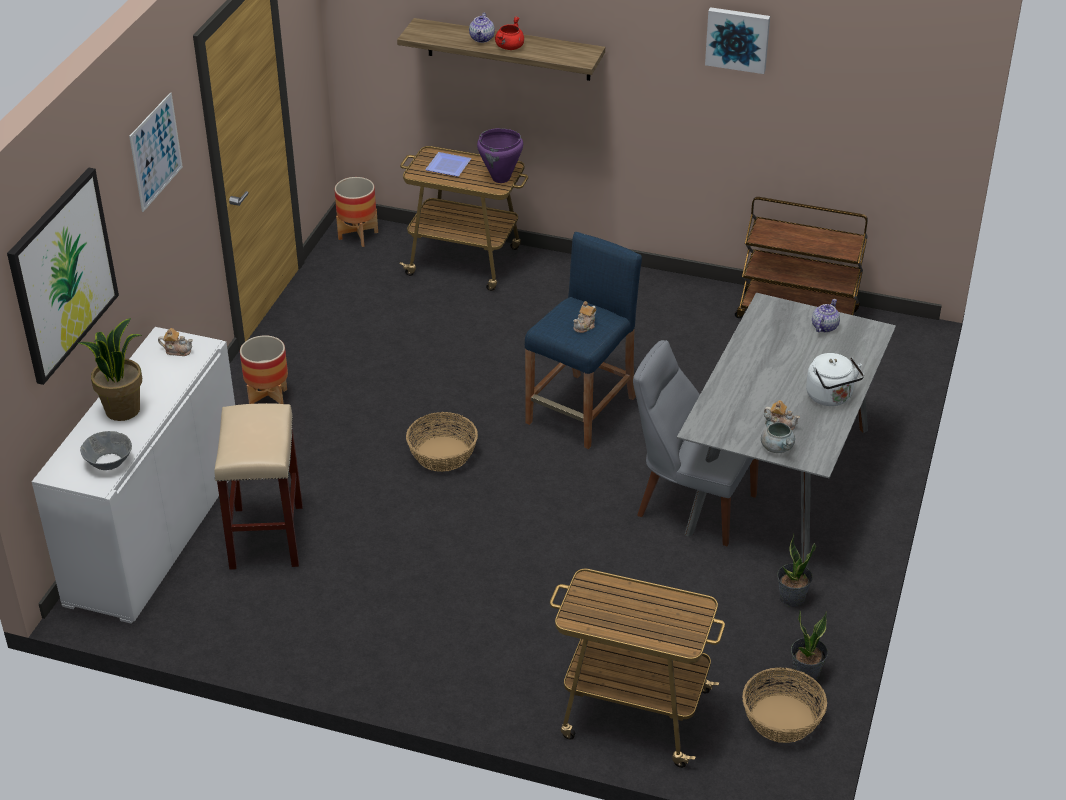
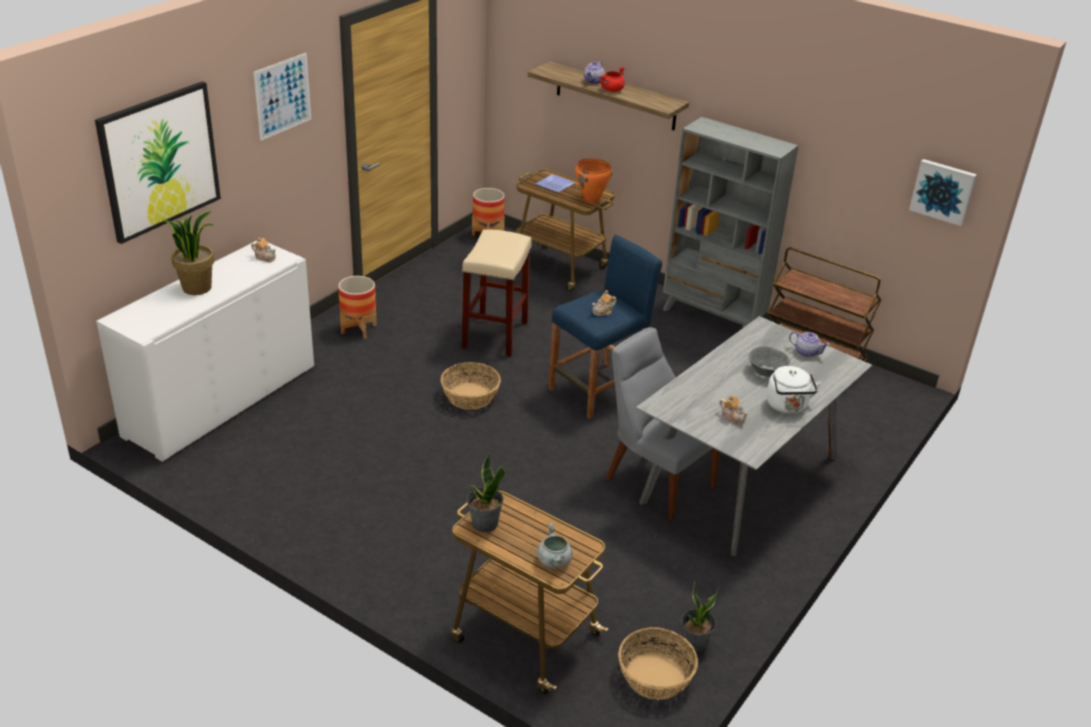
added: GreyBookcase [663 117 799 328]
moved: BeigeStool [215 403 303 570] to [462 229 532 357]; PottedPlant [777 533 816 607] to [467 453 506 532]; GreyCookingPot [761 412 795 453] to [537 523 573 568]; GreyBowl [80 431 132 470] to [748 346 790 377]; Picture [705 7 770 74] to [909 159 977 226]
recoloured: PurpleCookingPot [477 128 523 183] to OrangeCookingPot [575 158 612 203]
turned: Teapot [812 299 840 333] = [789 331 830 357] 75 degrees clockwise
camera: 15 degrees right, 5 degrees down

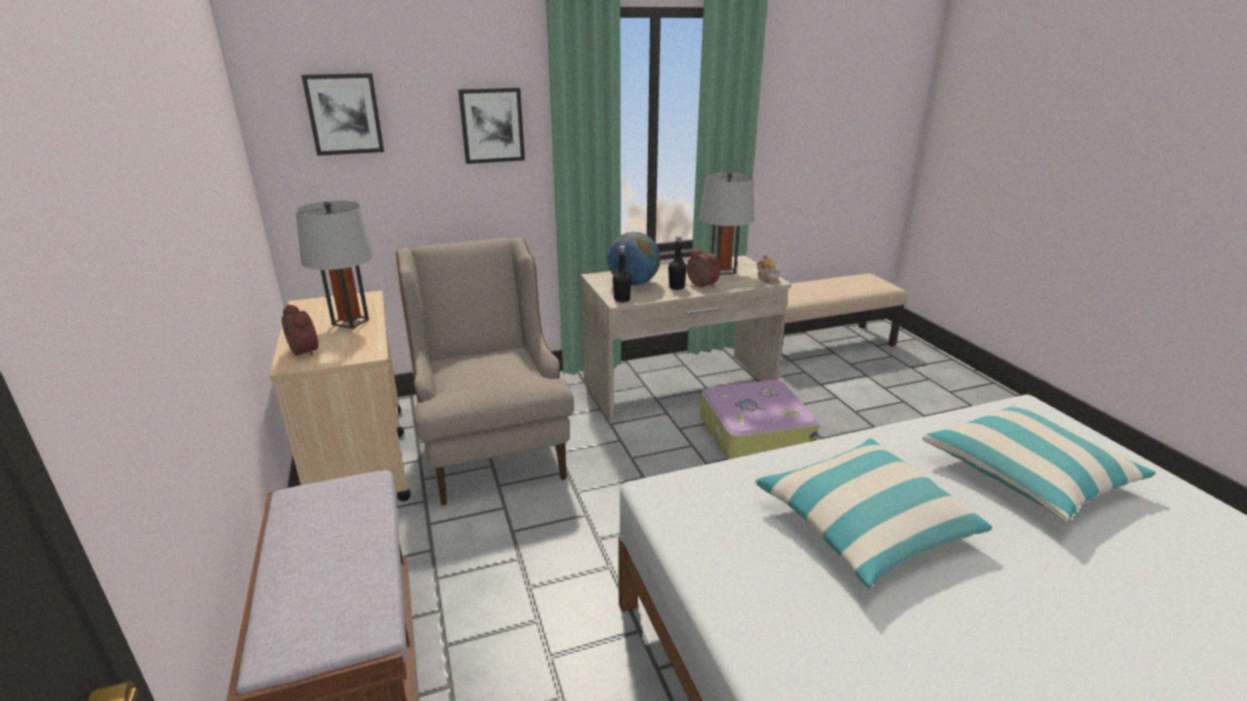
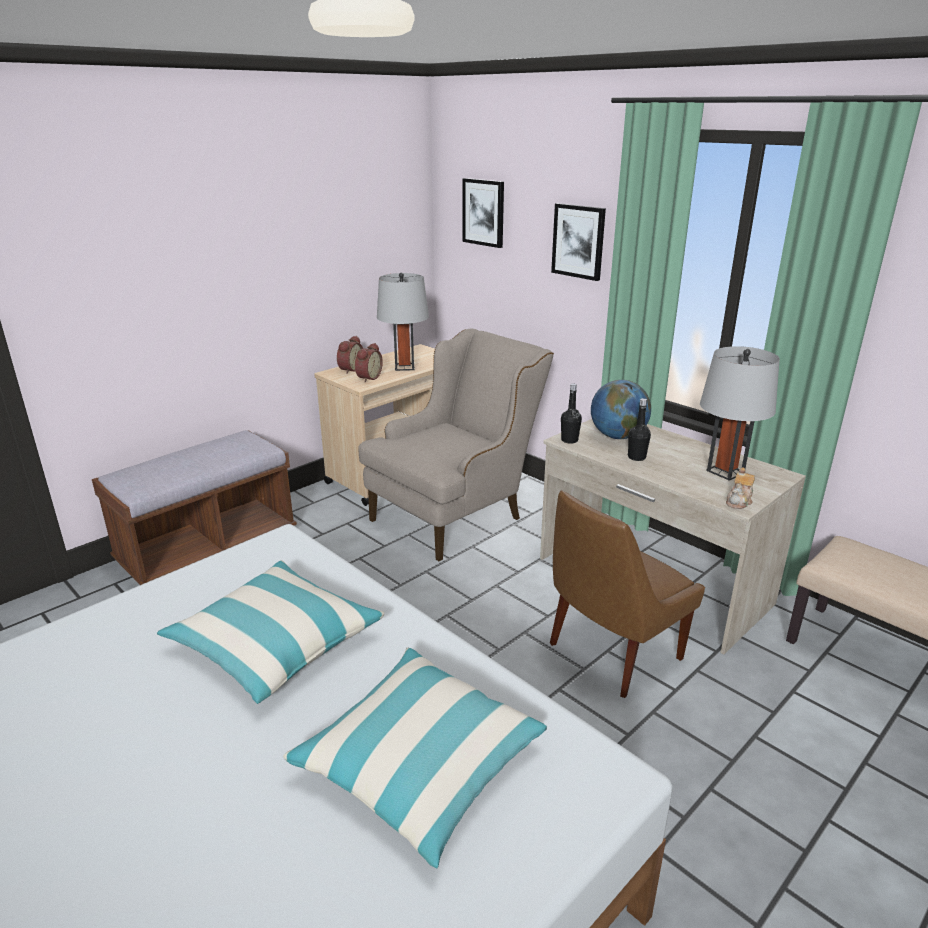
moved: AlarmClock [687 248 720 288] to [355 343 383 382]
replaced: Suitcase [700 380 819 460] to BrownChair [550 490 705 698]
camera: 65 degrees right, 0 degrees up

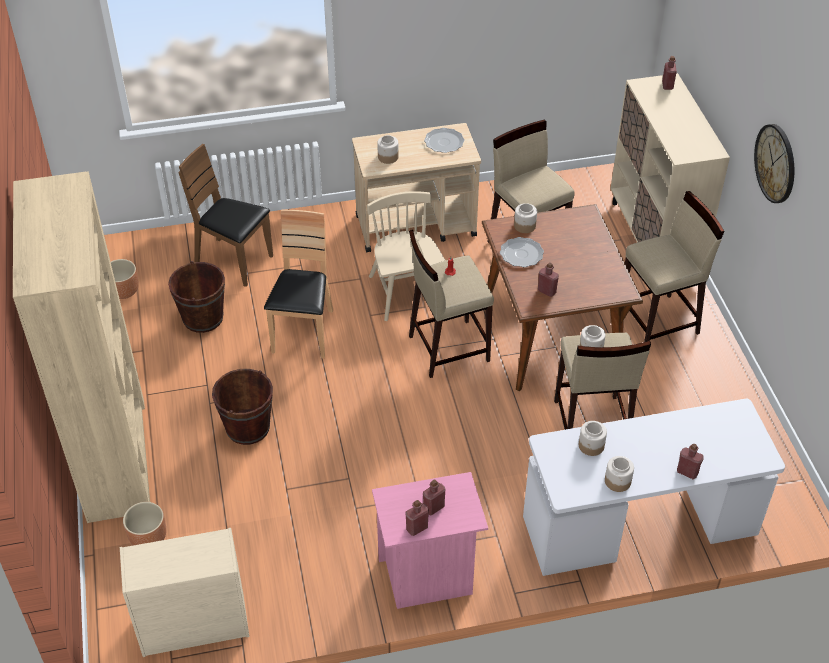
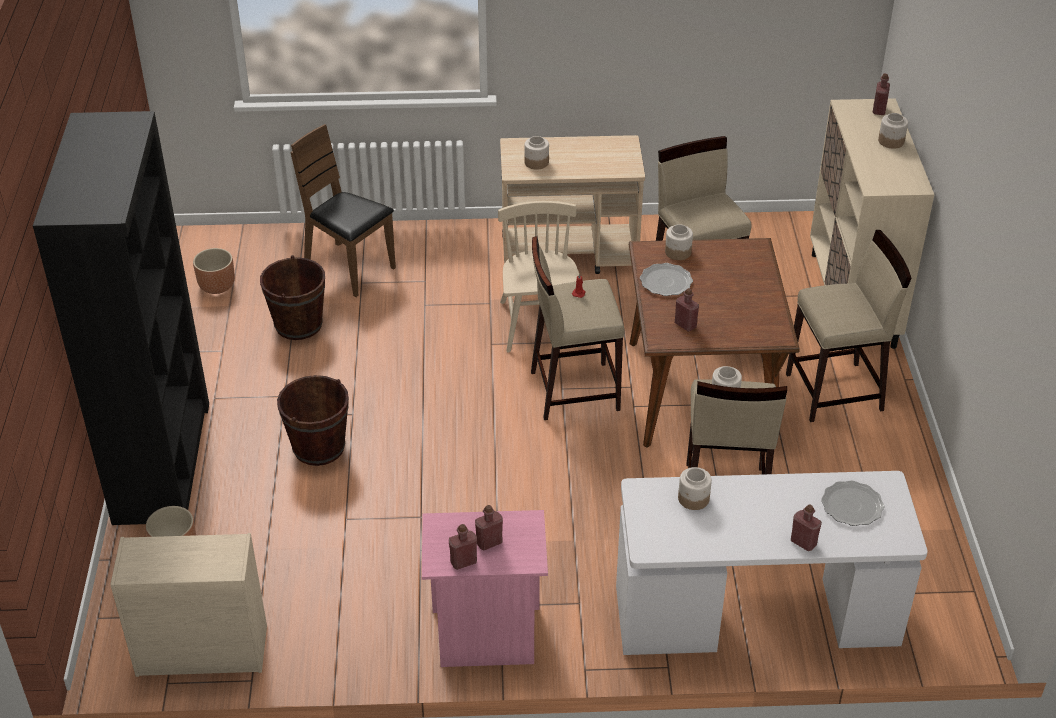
removed: BrownChair [264 210 333 358]; WallClock [754 124 794 203]
moved: Plate [424 128 465 153] to [821 480 884 526]; Jar [605 456 634 492] to [878 113 908 149]
recoloured: BeigeBookcase [13 171 150 523] to BlackBookcase [33 111 209 525]
camera: 10 degrees right, 5 degrees down

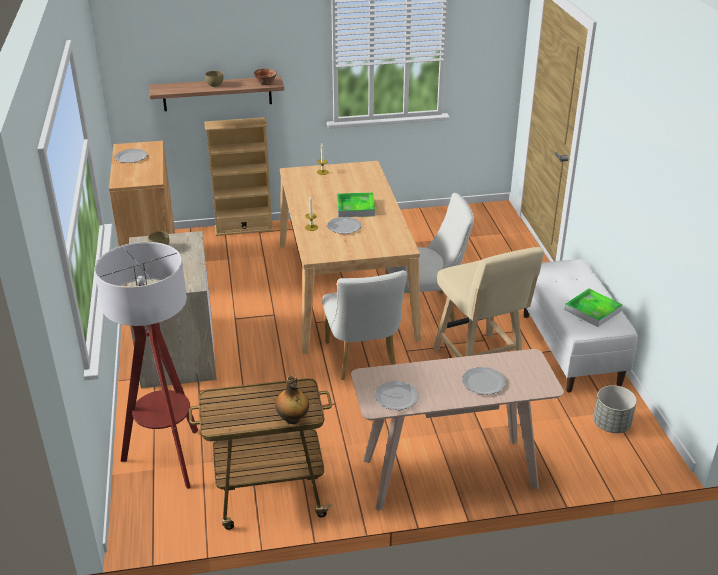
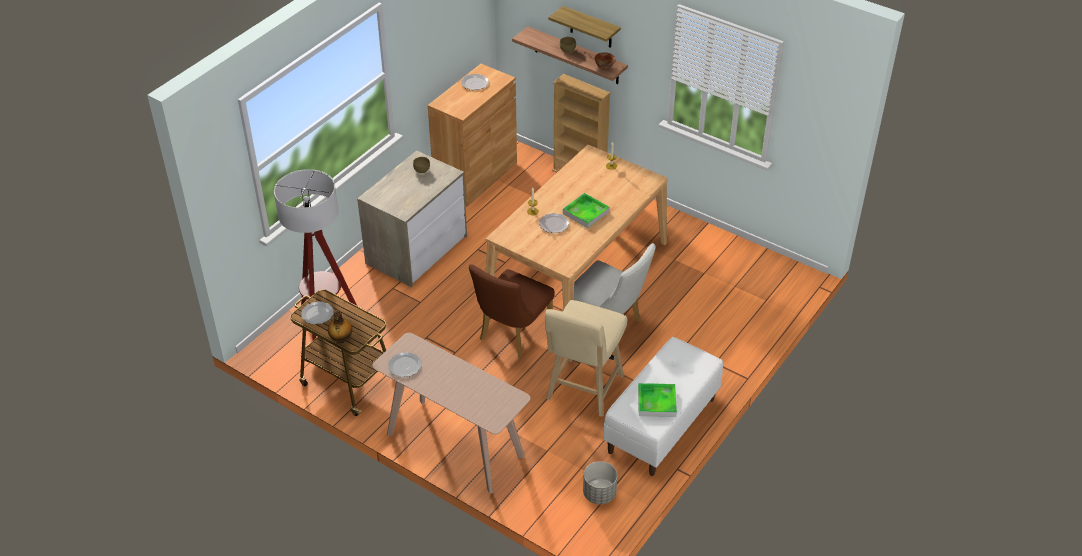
added: Shelf [548 6 621 48]
moved: Plate [462 367 505 395] to [301 301 334 325]
recoloured: WhiteChair [322 270 407 380] to BrownChair [469 264 555 358]
camera: 45 degrees right, 10 degrees up

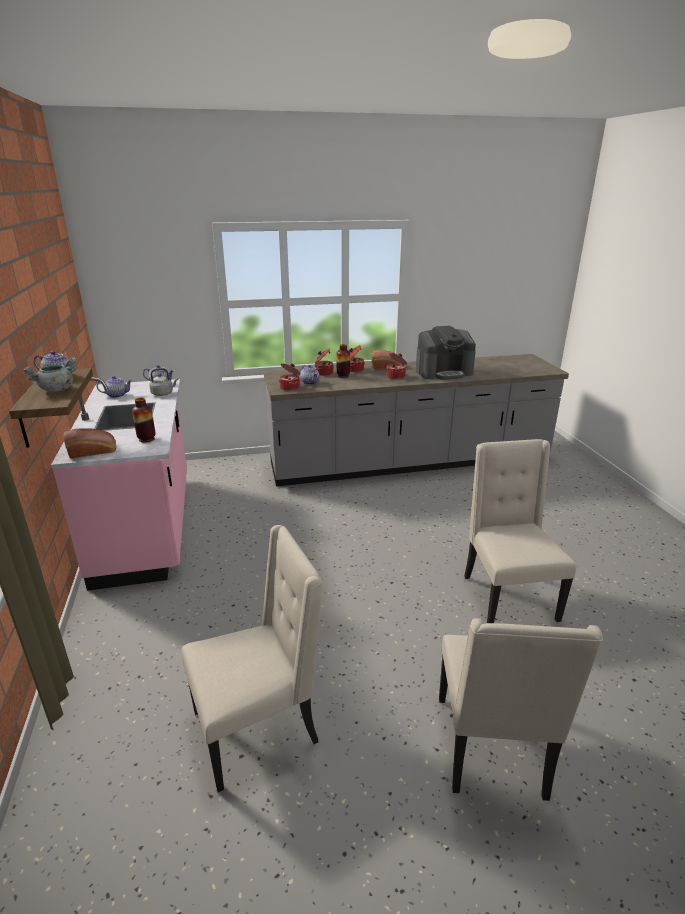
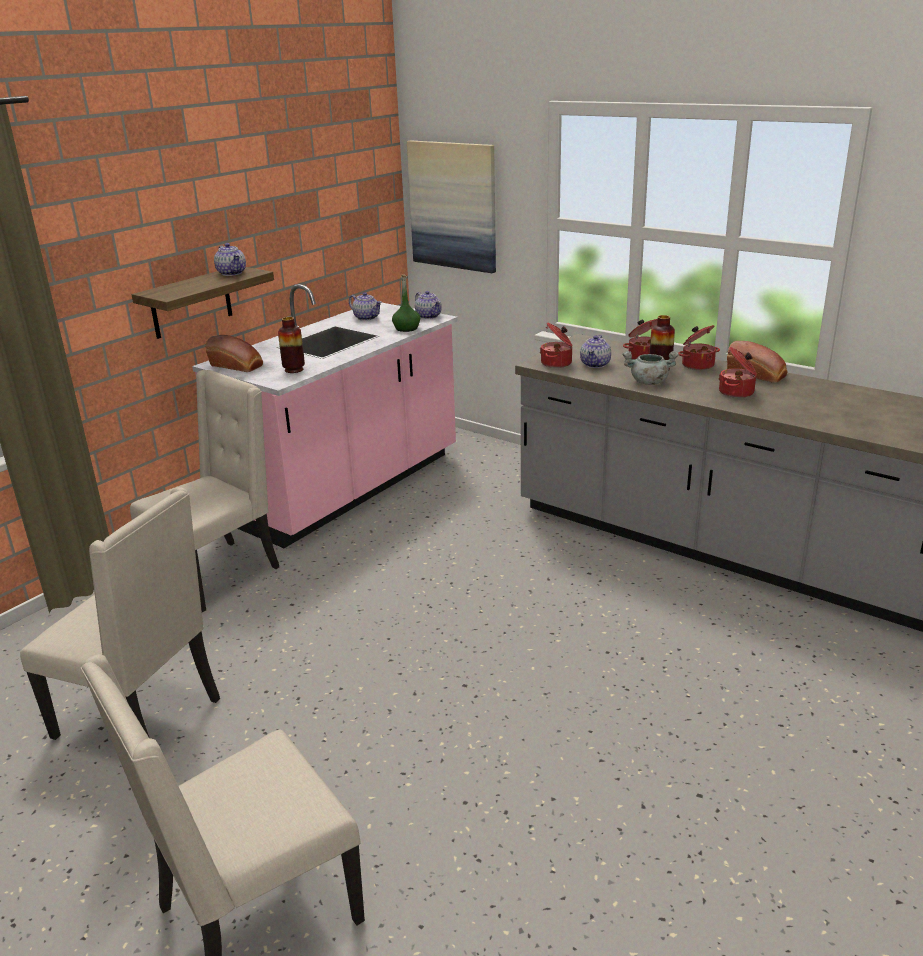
removed: CoffeeMachine [416 326 476 380]
added: Picture [407 141 496 273]
moved: BeigeChair [464 439 576 623] to [130 370 279 612]; GreyCookingPot [24 359 76 392] to [622 351 679 385]
replaced: GreyKettle [149 368 178 396] to GreenBottle [392 274 420 332]
camera: 50 degrees right, 0 degrees up

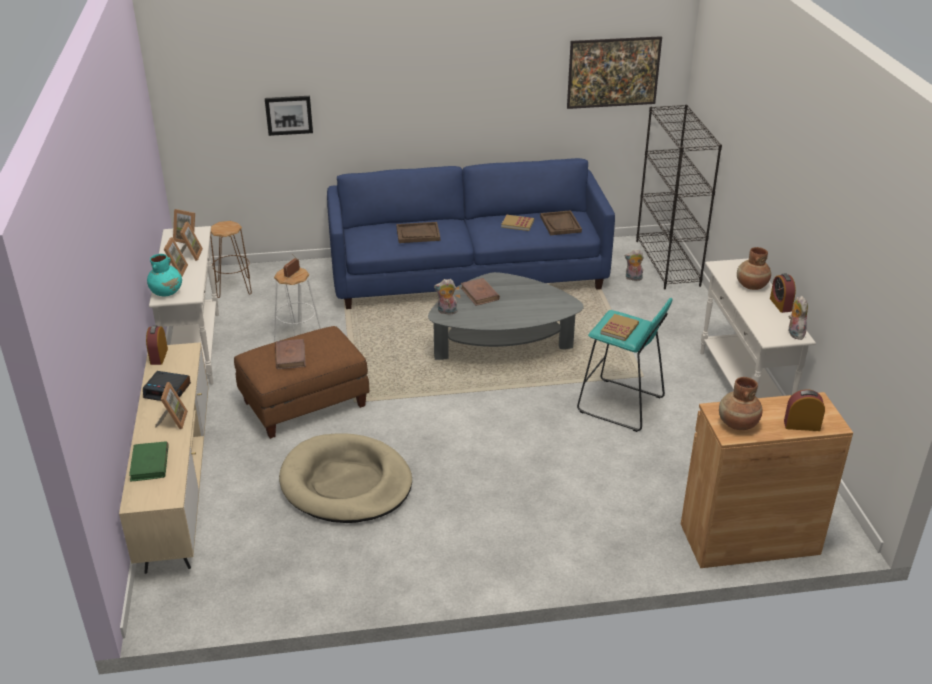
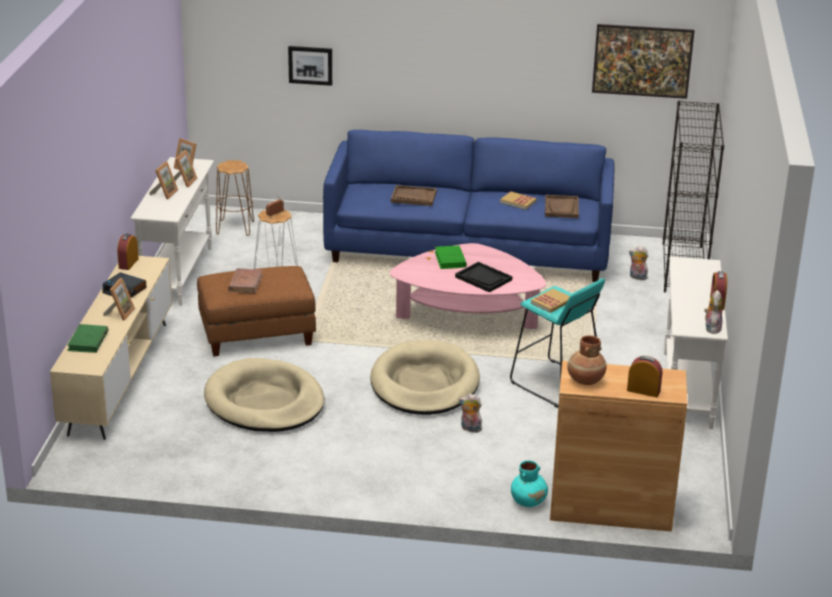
removed: BrownVase [737 247 771 290]
added: BeigeDogBed [370 340 480 415]; BlackTray [455 262 513 293]
moved: PlushToy [434 279 458 314] to [459 394 482 433]; TurquoiseVase [147 254 182 297] to [511 461 548 507]
recoloured: GreyCoffeeTable [428 272 584 360] to PinkCoffeeTable [390 243 546 329]; BrownBook [461 278 500 306] to GreenBook [435 246 467 269]
camera: 15 degrees right, 5 degrees down

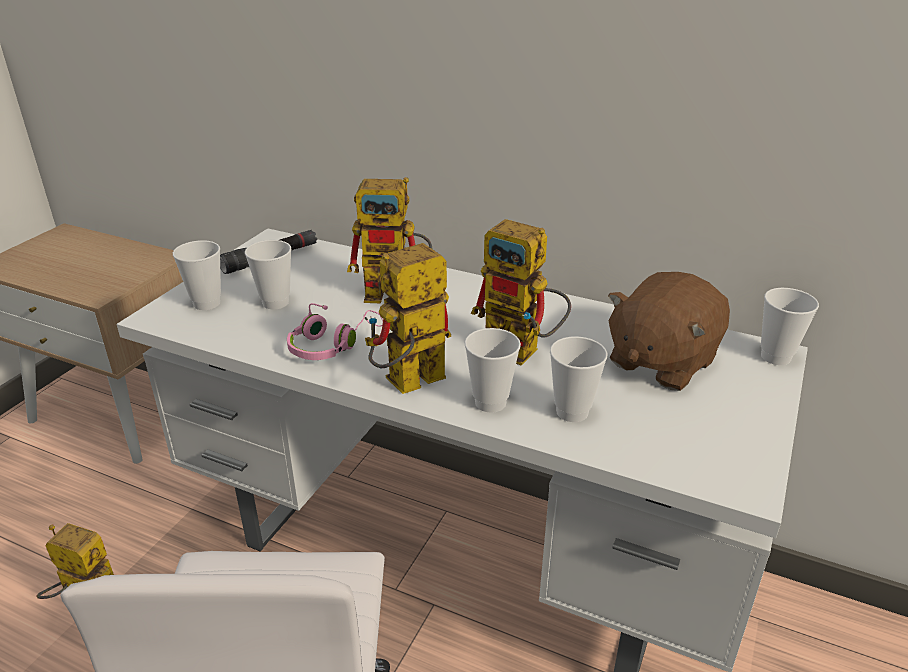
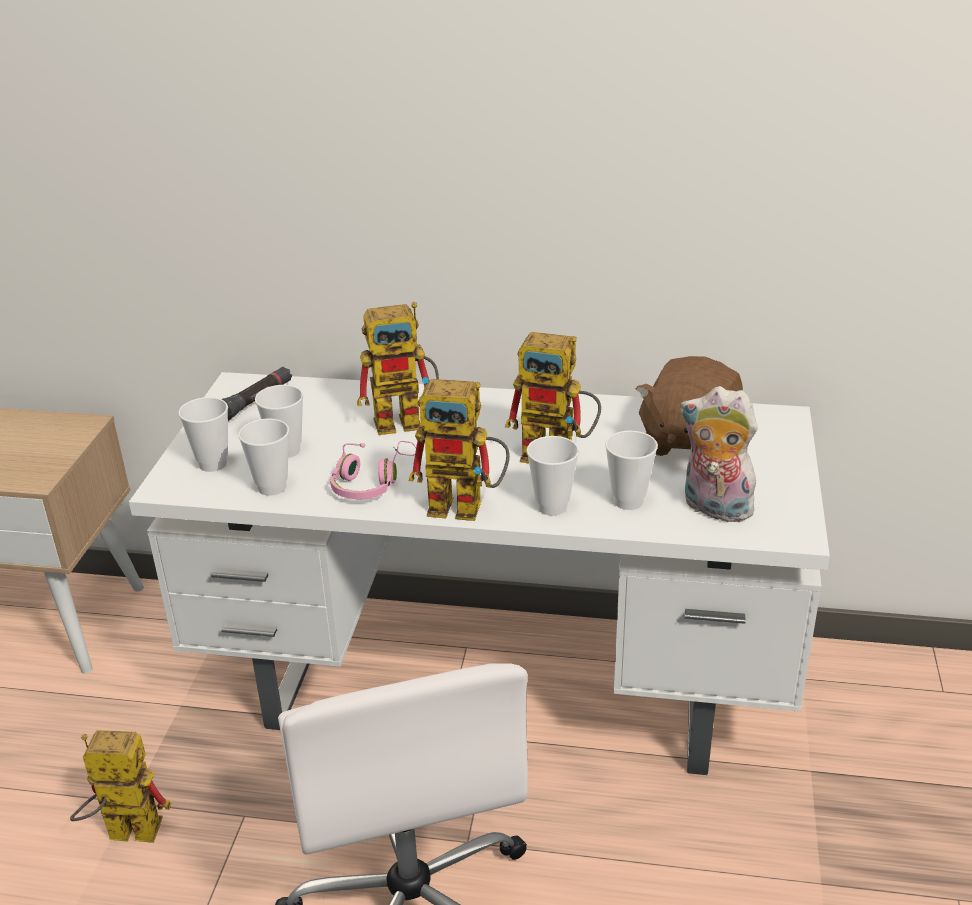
added: PlushToy [680 386 758 524]
moved: Cup [761 288 819 365] to [238 419 289 496]
turned: ToyRobot [365 243 451 394] = [409 379 510 521] 120 degrees counterclockwise
camera: 15 degrees left, 0 degrees up

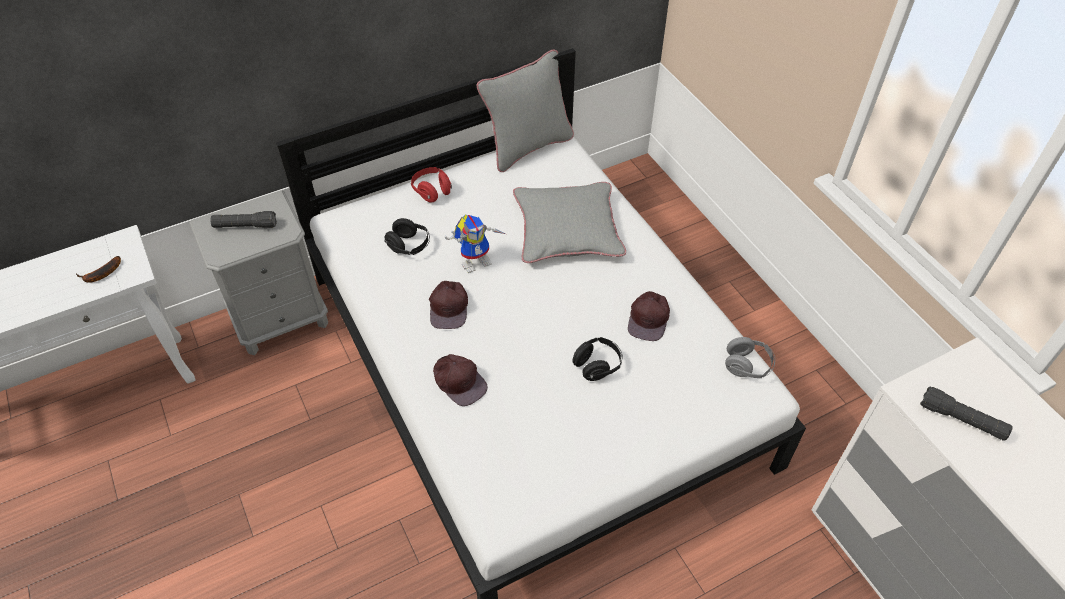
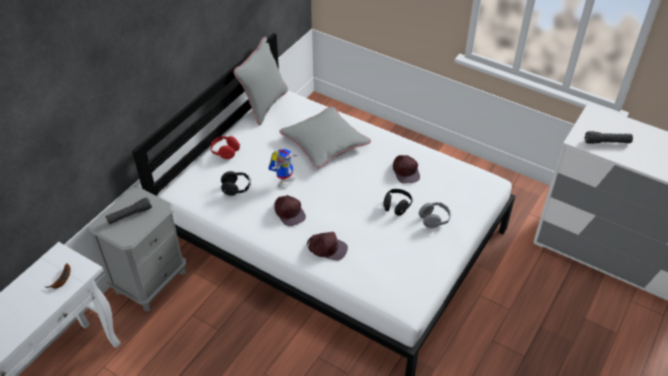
moved: GreyHeadphones [725 337 775 378] to [419 202 451 228]
camera: 30 degrees left, 5 degrees down

